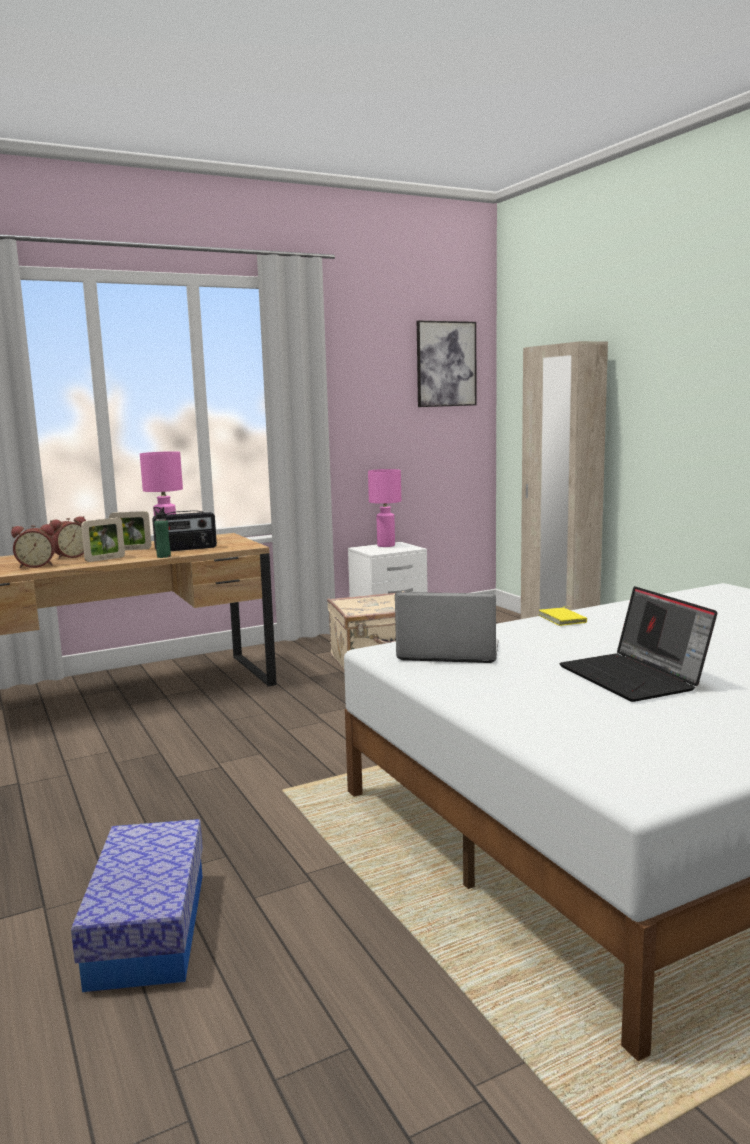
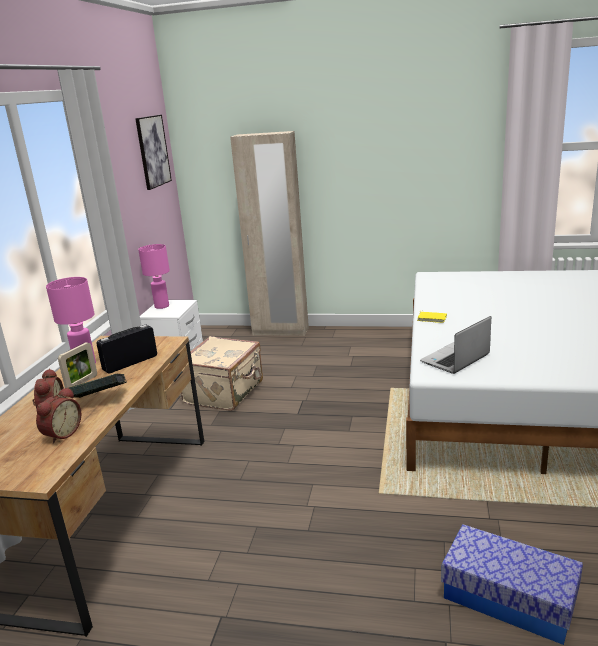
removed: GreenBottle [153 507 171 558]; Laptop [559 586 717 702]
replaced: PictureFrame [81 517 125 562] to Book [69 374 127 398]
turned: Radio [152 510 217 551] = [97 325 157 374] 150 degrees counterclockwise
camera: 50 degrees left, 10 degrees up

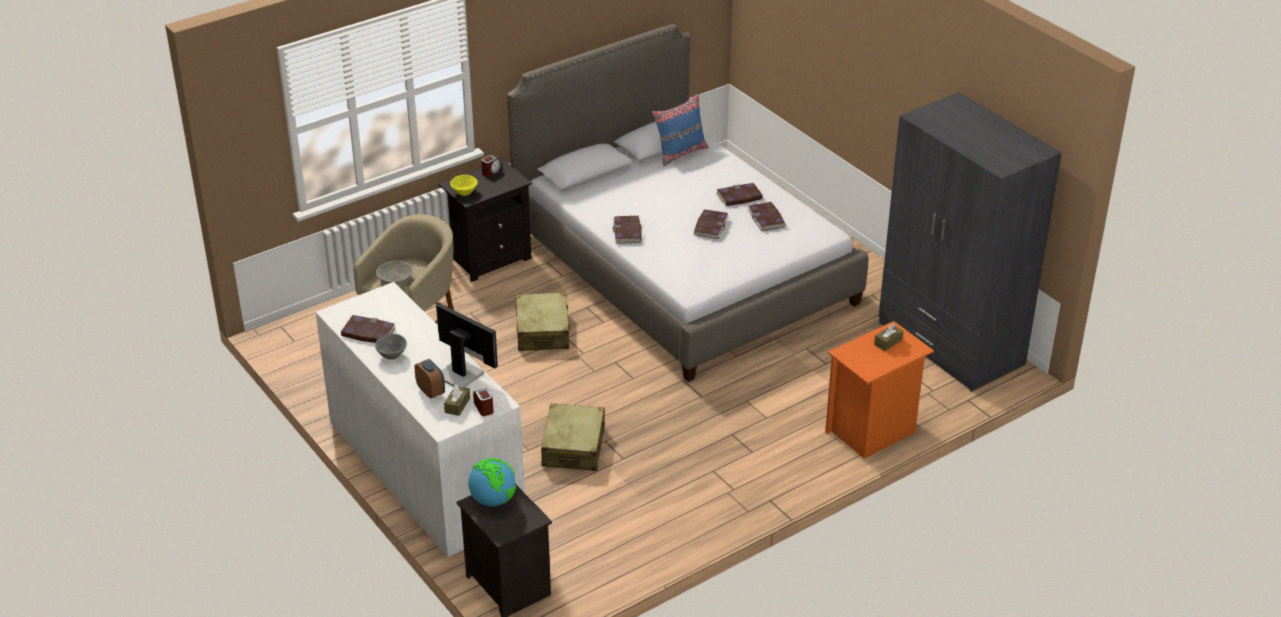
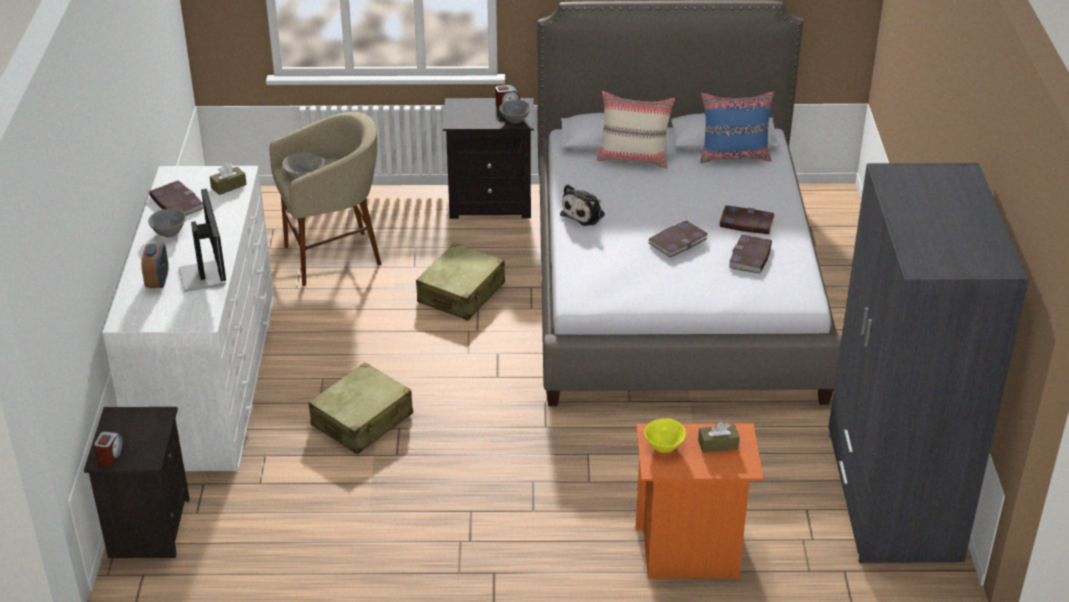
removed: Globe [468 458 516 506]
added: GreyBowl [499 100 531 124]; BeigePillow [597 91 675 169]
moved: AlarmClock [473 388 494 416] to [94 432 124 466]; BrownTissueBox [444 385 470 416] to [210 163 247 195]; YellowBowl [450 175 478 196] to [644 418 686 453]
replaced: Book [613 216 642 244] to PlushToy [560 184 605 226]
camera: 35 degrees right, 0 degrees up

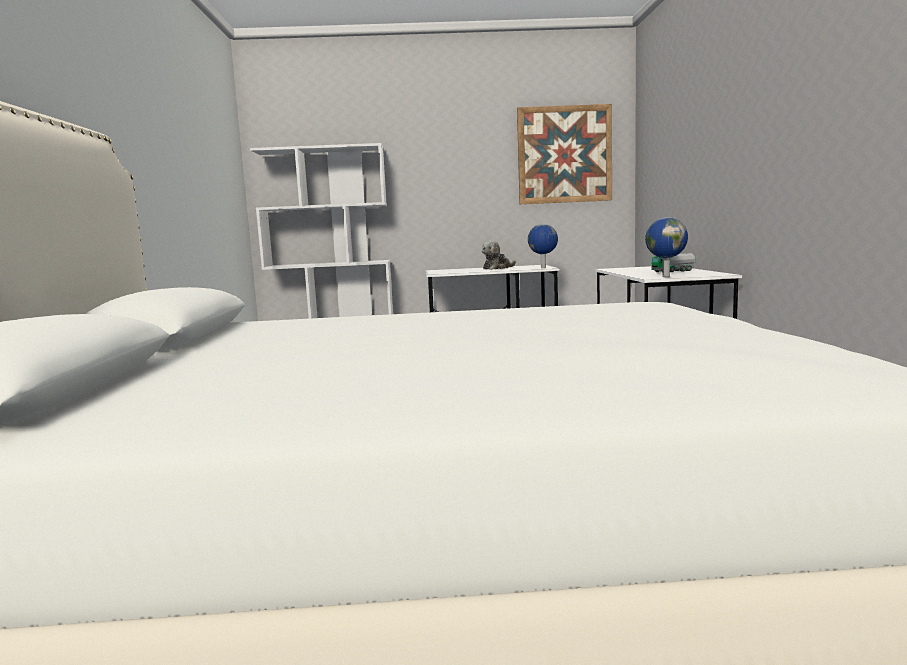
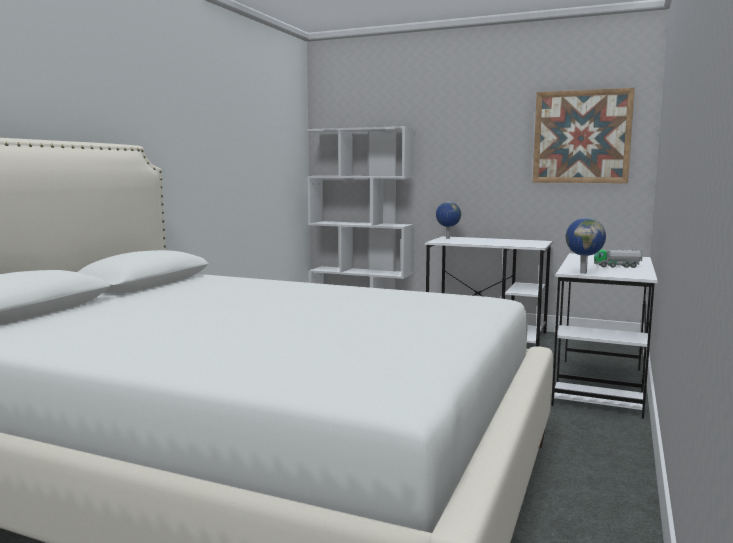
removed: PlushToy [482 241 516 270]
moved: Globe [528 224 558 268] to [436 202 461 239]
camera: 25 degrees right, 0 degrees up

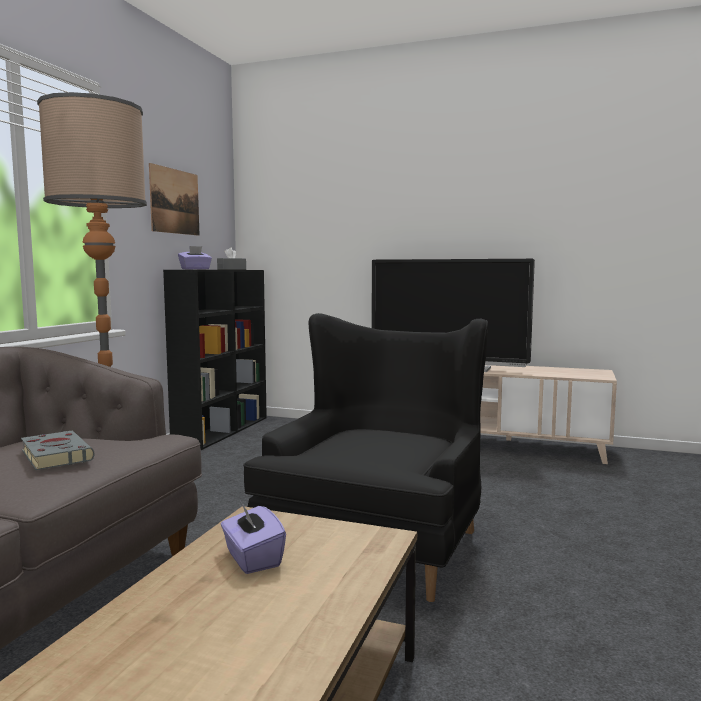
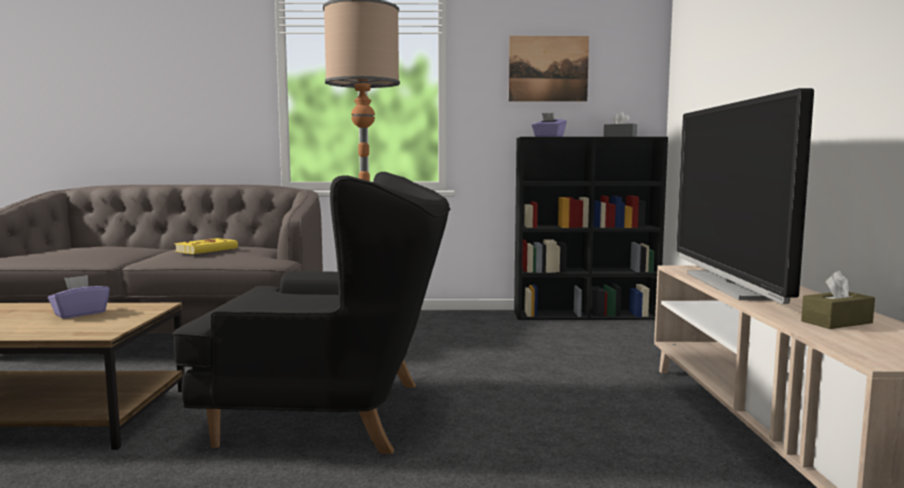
added: BrownTissueBox [801 271 875 329]
recoloured: GreyBook [21 430 94 470] to YellowBook [174 238 238 254]
camera: 70 degrees right, 0 degrees up

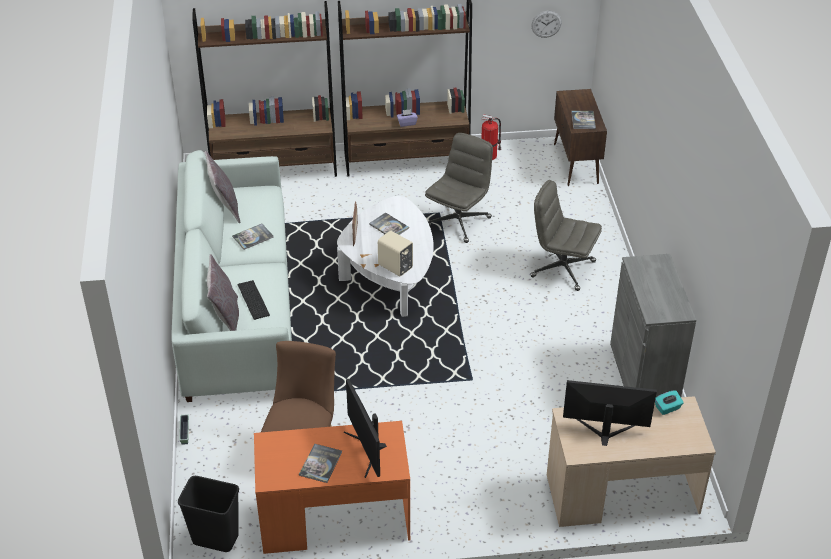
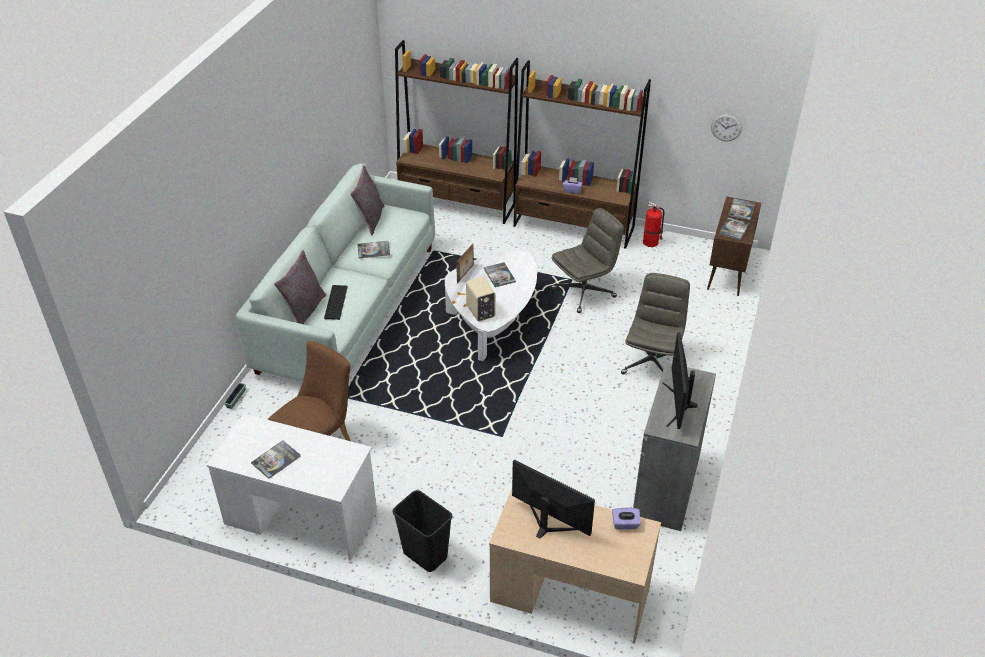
added: Book [729 198 755 220]
moved: BlackTrashCan [178 476 239 552] to [393 490 452 572]; Monitor [344 379 387 478] to [663 332 698 429]
recoloured: OrangeDesk [254 421 410 554] to WhiteDesk [207 414 377 561]; TurquoiseTissueBox [655 390 684 415] to PurpleTissueBox [612 508 641 529]
turned: GreyOfficeChair [530 180 602 291] = [621 273 690 375] 60 degrees clockwise
camera: 25 degrees right, 0 degrees up

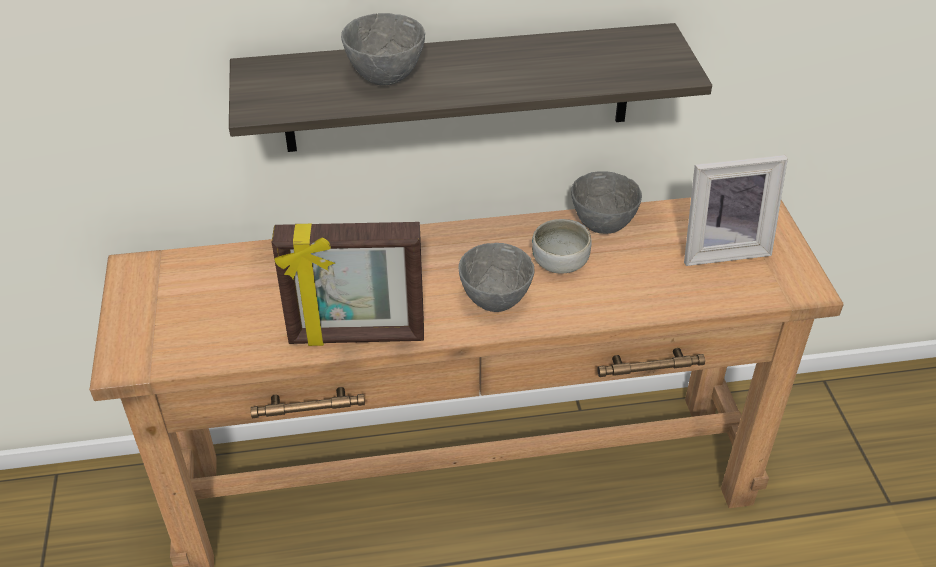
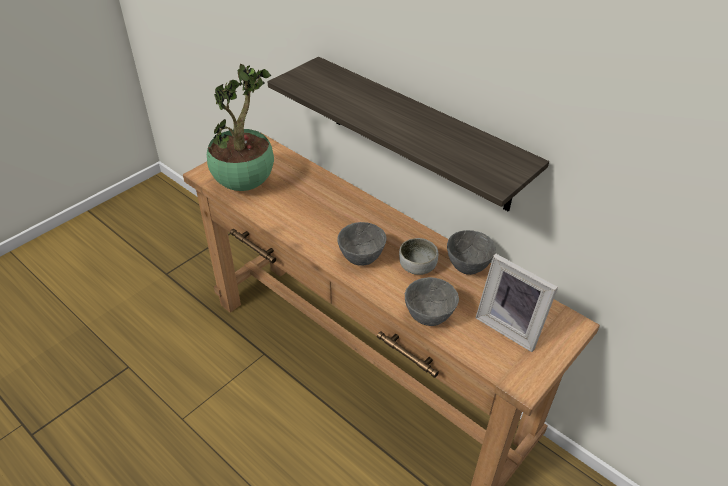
removed: PictureFrame [272 222 424 346]
added: PottedPlant [207 64 274 191]
moved: GreyBowl [341 13 425 85] to [405 277 459 326]
camera: 50 degrees right, 0 degrees up

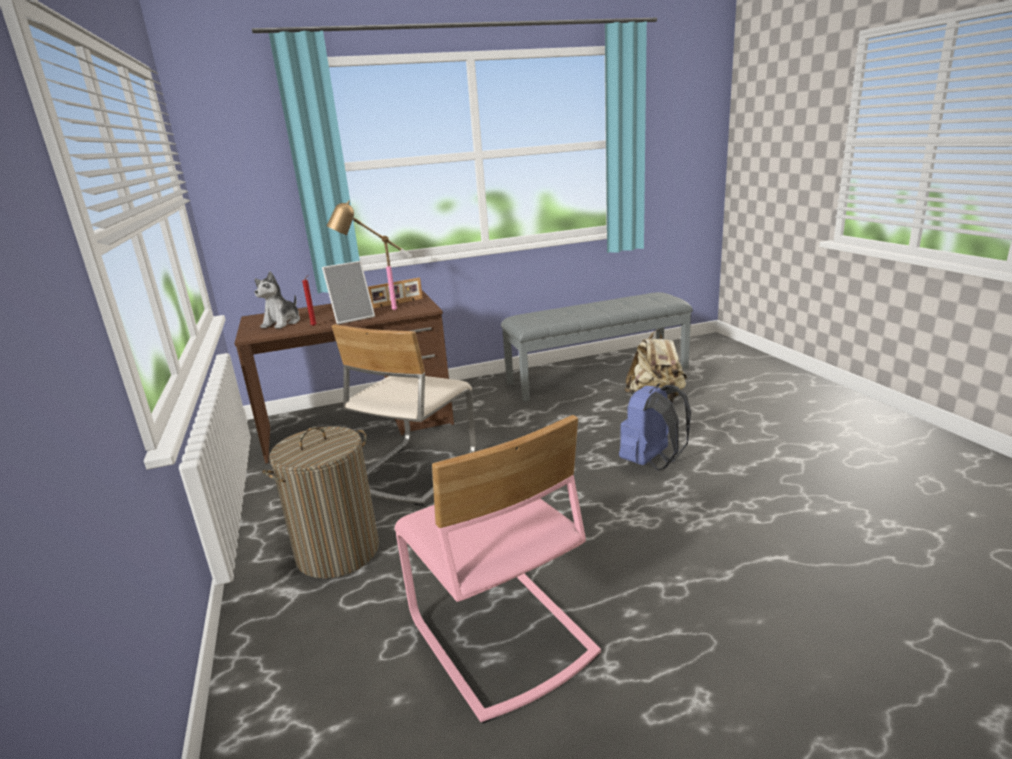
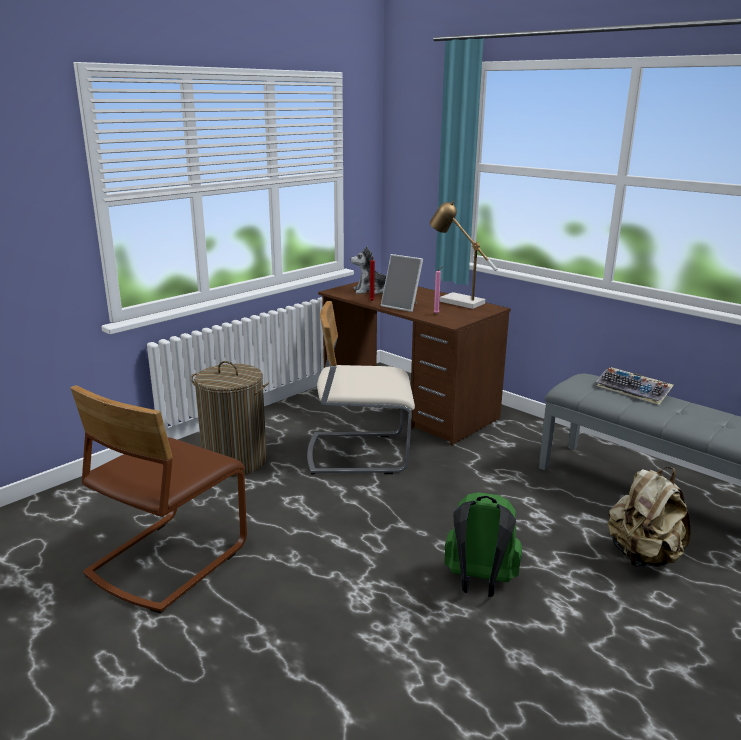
removed: PictureFrame [368 278 423 308]
added: Keyboard [596 367 674 405]
recoloured: PinkChair [395 415 601 724] to BrownChair [71 385 247 614]; BlueBackpack [619 383 691 470] to GreenBackpack [444 492 522 597]
camera: 60 degrees right, 0 degrees up

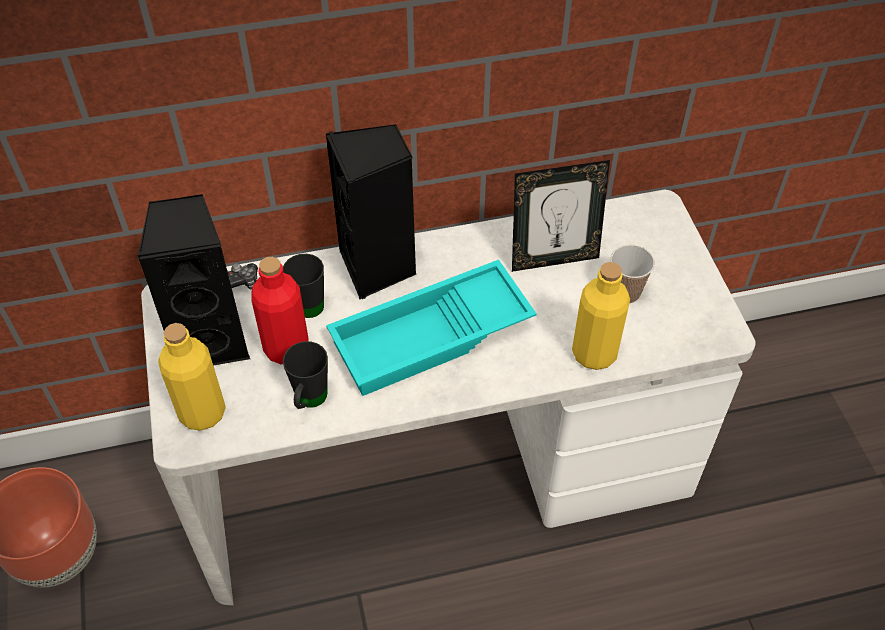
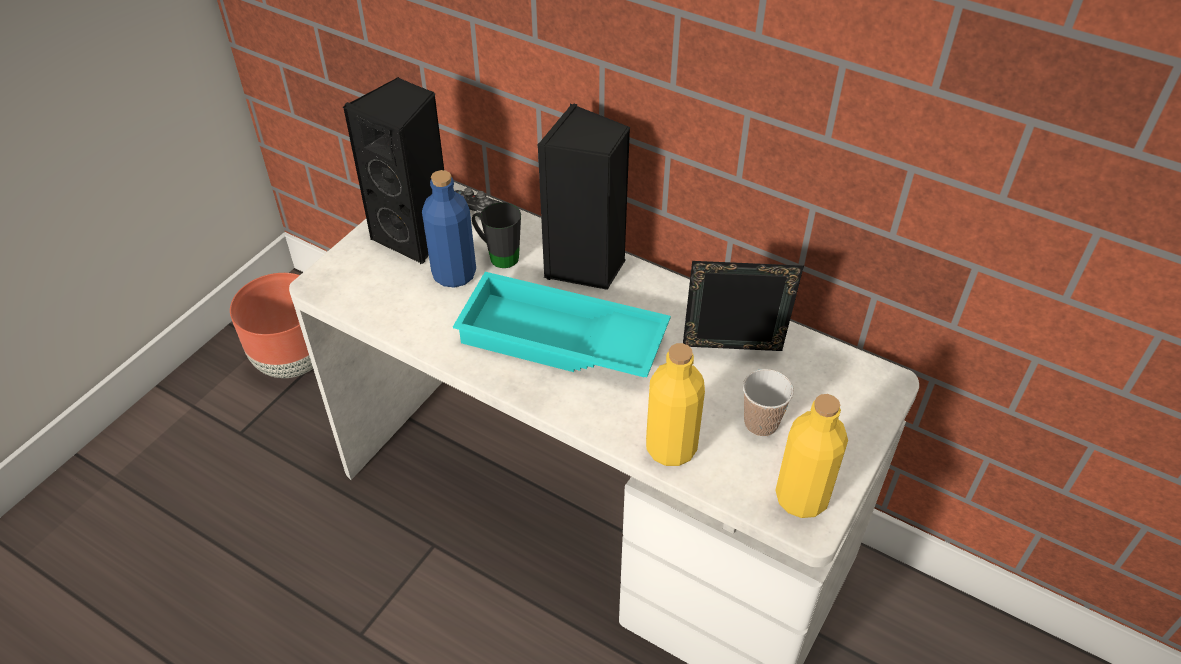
removed: BlackMug [283 341 328 409]
moved: YellowBottle [158 323 226 431] to [775 394 848 518]
recoloured: RedBottle [251 257 308 364] to BlueBottle [422 170 476 288]
turned: PictureFrame [512 160 610 272] = [683 261 804 351] 150 degrees clockwise
camera: 45 degrees right, 5 degrees down

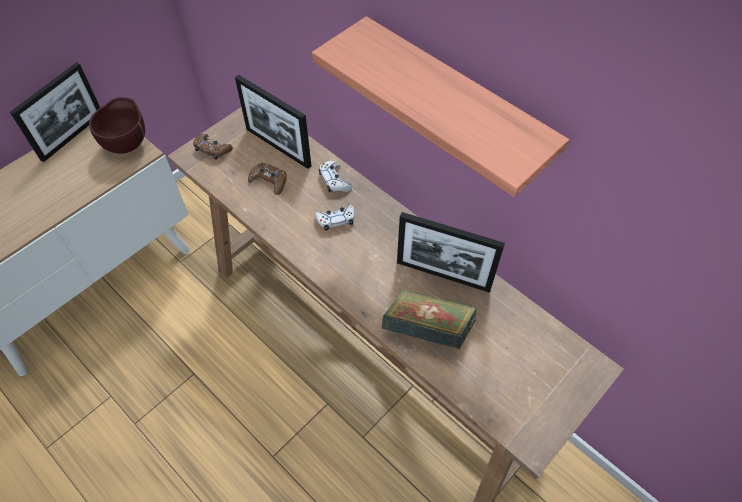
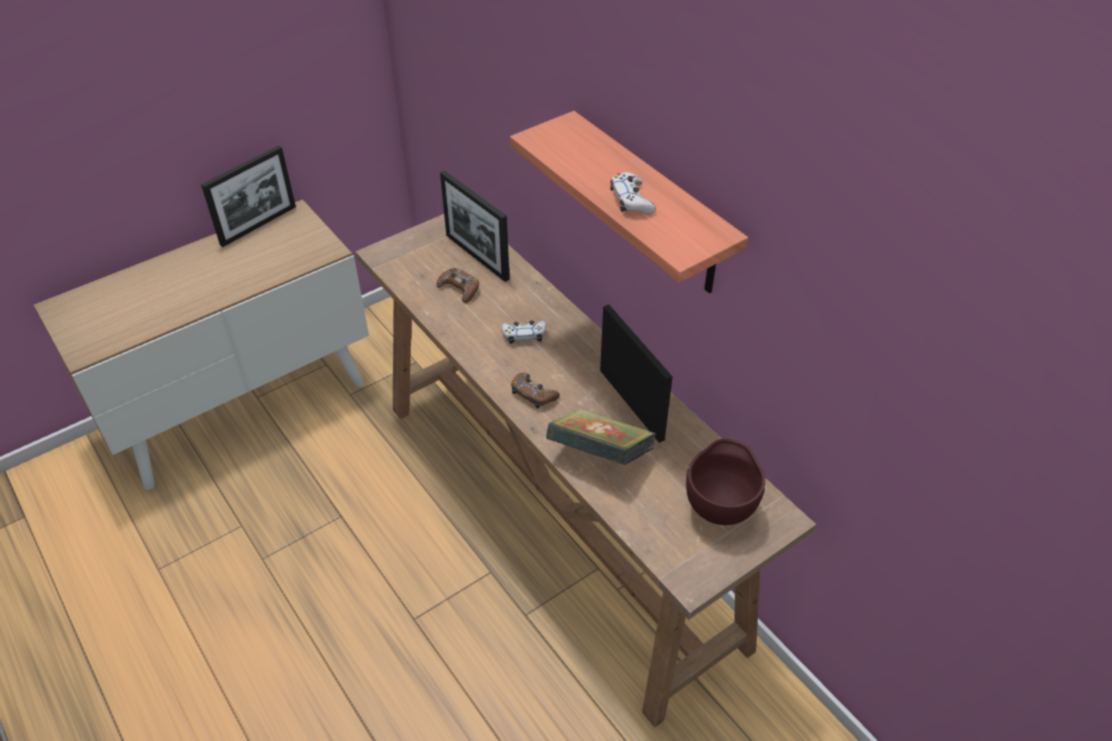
moved: BrownGameController [193 134 233 160] to [511 373 560 409]; WhiteGameController [319 161 352 193] to [610 172 656 215]; BrownBowl [89 97 145 154] to [686 439 765 525]
turned: PictureFrame [397 212 505 293] = [600 304 673 443] 150 degrees counterclockwise
camera: 10 degrees right, 10 degrees down

